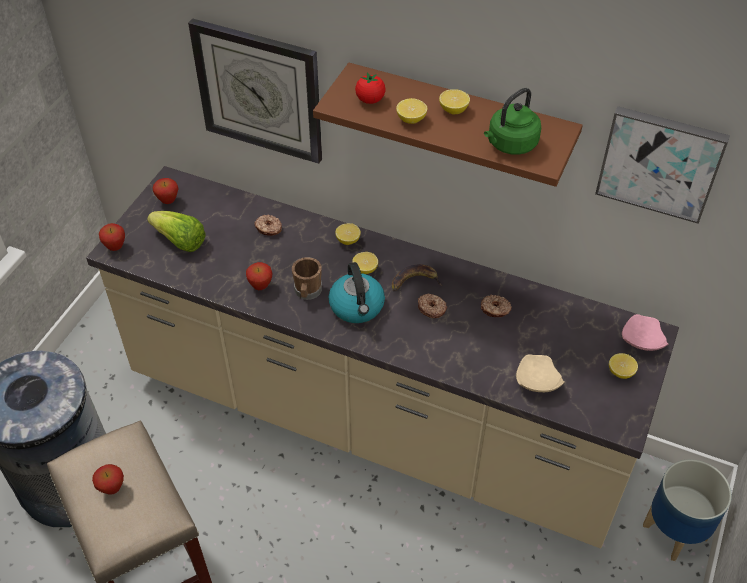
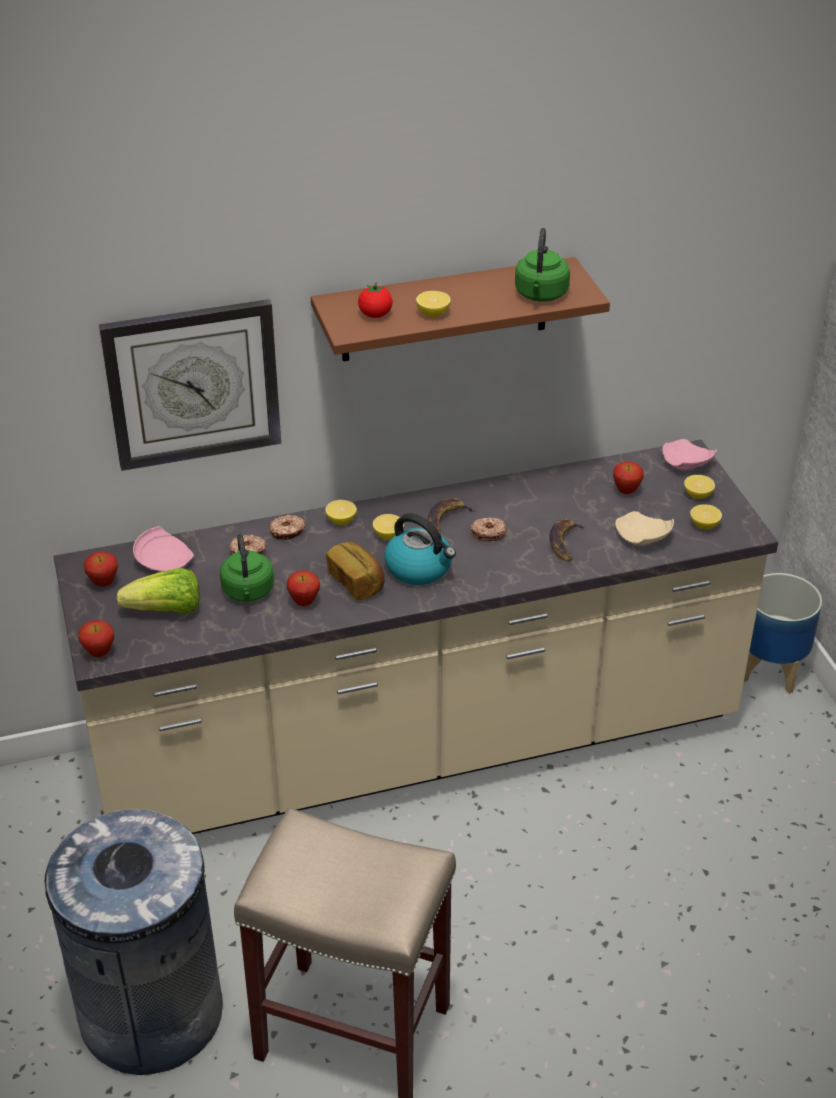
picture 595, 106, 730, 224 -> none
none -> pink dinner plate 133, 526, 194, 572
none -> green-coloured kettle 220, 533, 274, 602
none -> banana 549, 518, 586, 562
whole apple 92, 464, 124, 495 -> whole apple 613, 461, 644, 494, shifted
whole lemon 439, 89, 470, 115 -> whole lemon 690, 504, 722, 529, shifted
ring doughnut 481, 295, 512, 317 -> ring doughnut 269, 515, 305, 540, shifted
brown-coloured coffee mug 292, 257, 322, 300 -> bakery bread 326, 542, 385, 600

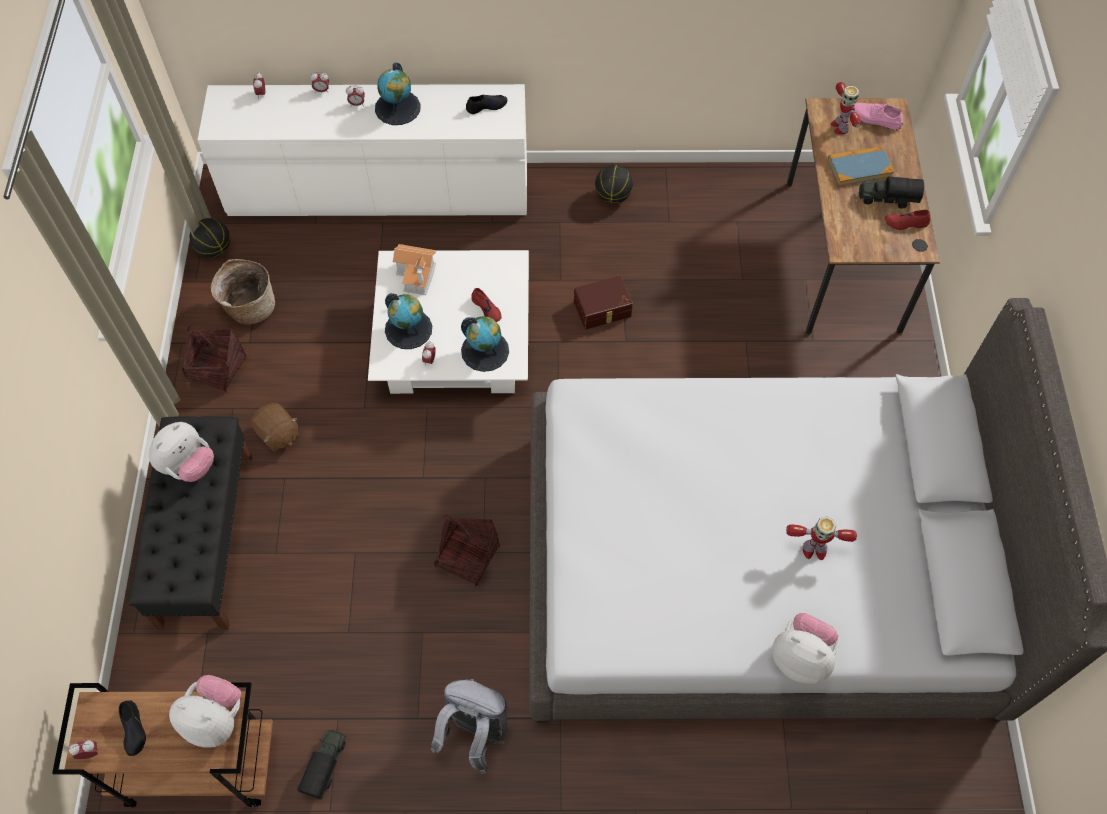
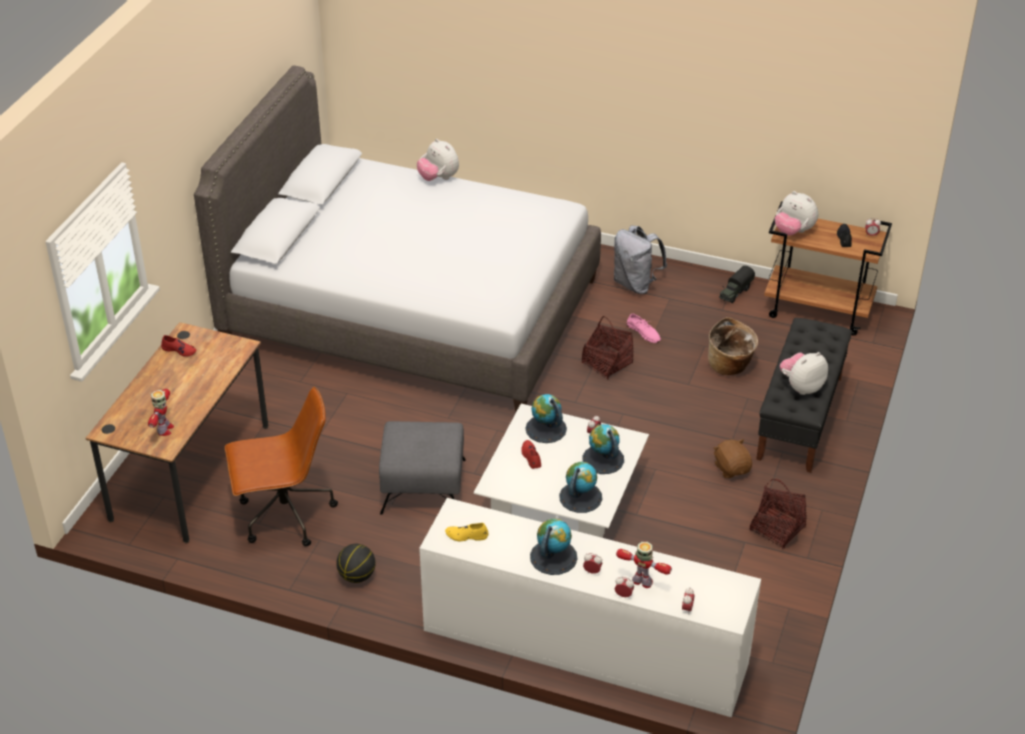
basketball 190, 218, 230, 258 -> none
book 828, 146, 894, 186 -> none
model truck 859, 176, 924, 209 -> none
none -> brown-coloured office chair 225, 387, 338, 546
basket 211, 259, 275, 325 -> basket 708, 317, 758, 375, shifted
robot figure 786, 516, 857, 560 -> robot figure 616, 542, 672, 588, shifted
pink item of footwear 854, 103, 903, 130 -> pink item of footwear 626, 314, 661, 343, shifted
miniature house 393, 244, 436, 295 -> world globe 559, 462, 602, 513
brown-coloured storage bin 574, 276, 633, 329 -> greyish footrest 379, 421, 466, 514
black item of footwear 466, 95, 507, 114 -> yellow-coloured item of footwear 445, 523, 489, 541

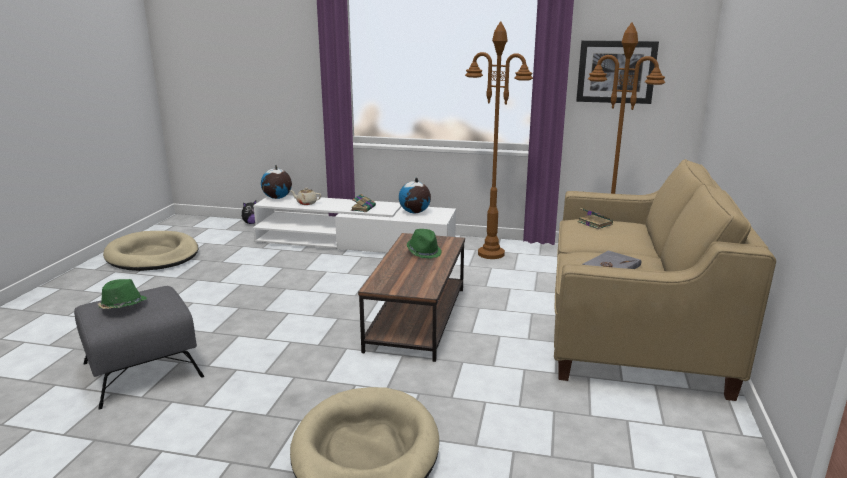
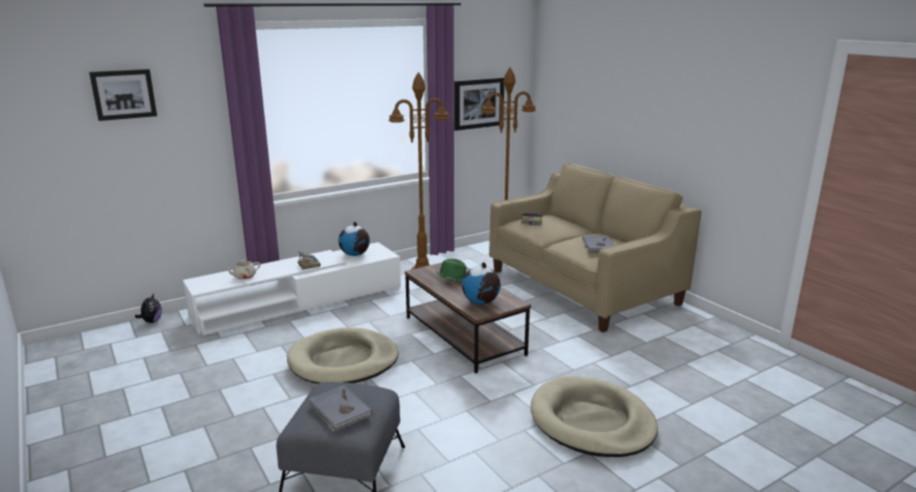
none -> picture 89, 69, 157, 121
beige dog bed 103, 231, 199, 271 -> beige dog bed 287, 328, 398, 384, shifted
world globe 261, 165, 292, 199 -> world globe 462, 262, 501, 304, shifted
green-coloured hat 97, 279, 147, 309 -> greyish book 308, 385, 373, 431

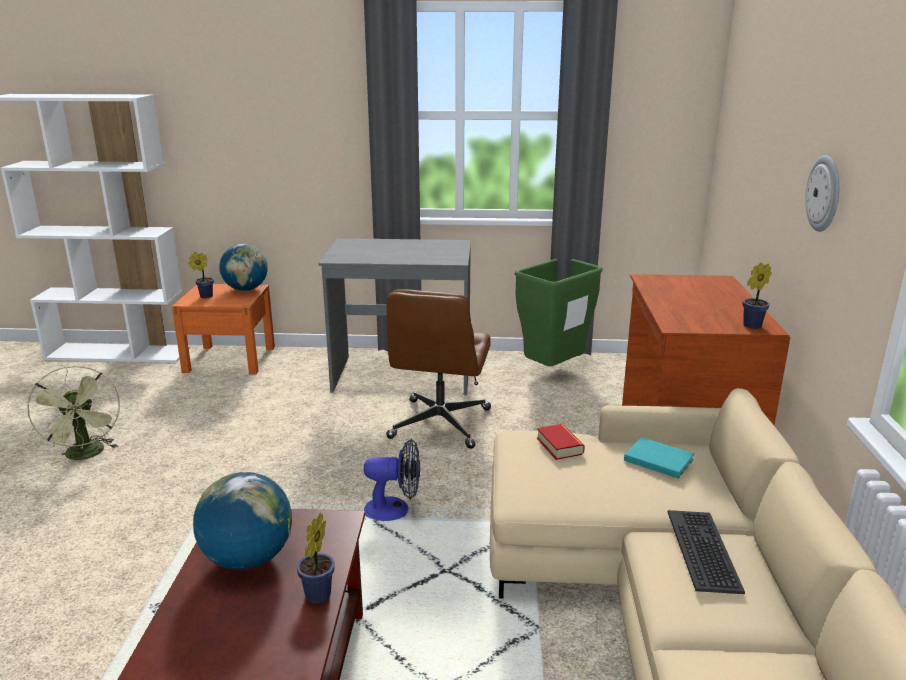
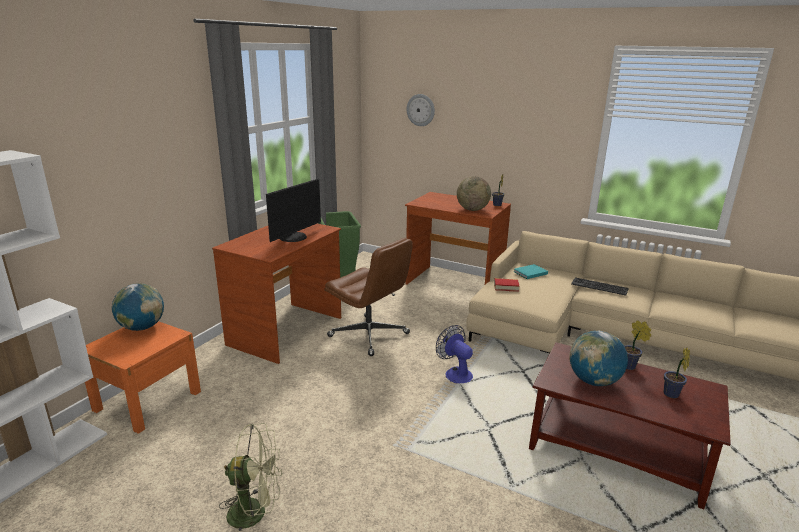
none -> computer screen 266, 179, 321, 242
none -> world globe 457, 176, 491, 211
houseplant 189, 252, 214, 298 -> houseplant 664, 347, 690, 398, shifted
clock on the wall 805, 155, 839, 232 -> clock on the wall 407, 94, 435, 126, shifted
greyish desk unit 318, 238, 471, 395 -> brown-coloured desk unit 212, 224, 341, 364
cooling fan 364, 439, 420, 521 -> cooling fan 436, 325, 473, 383, 60 degrees counterclockwise

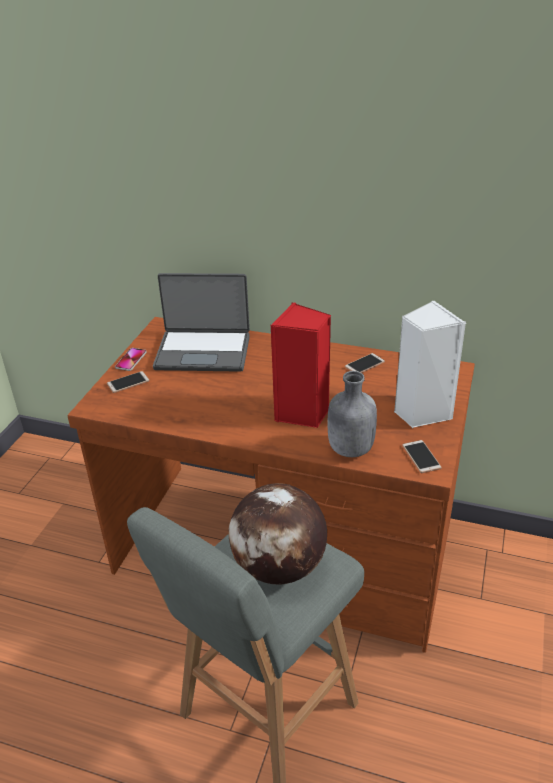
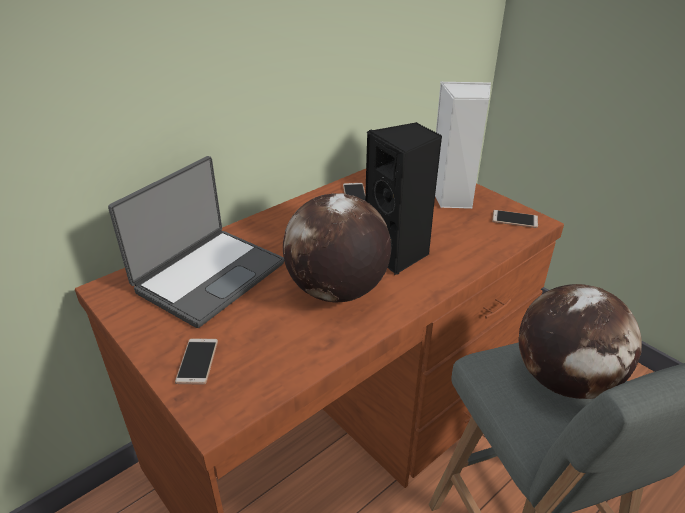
handset 115, 348, 147, 371 -> none
greyish beverage bottle 328, 371, 377, 457 -> none
none -> world globe 283, 193, 391, 302
red-coloured audio speaker 271, 302, 331, 428 -> black audio speaker 365, 122, 442, 275

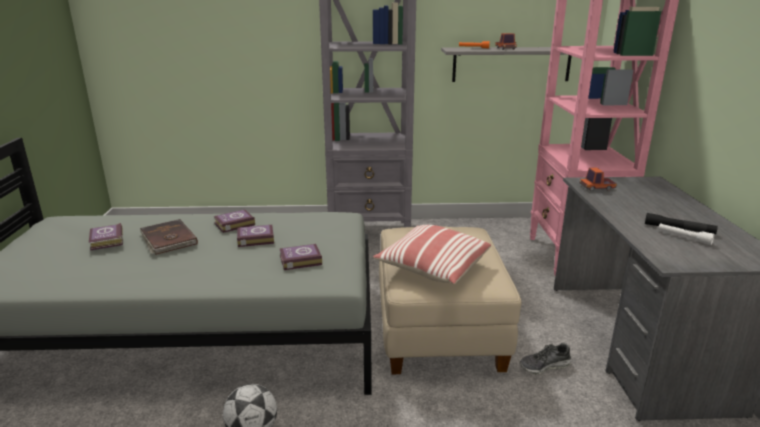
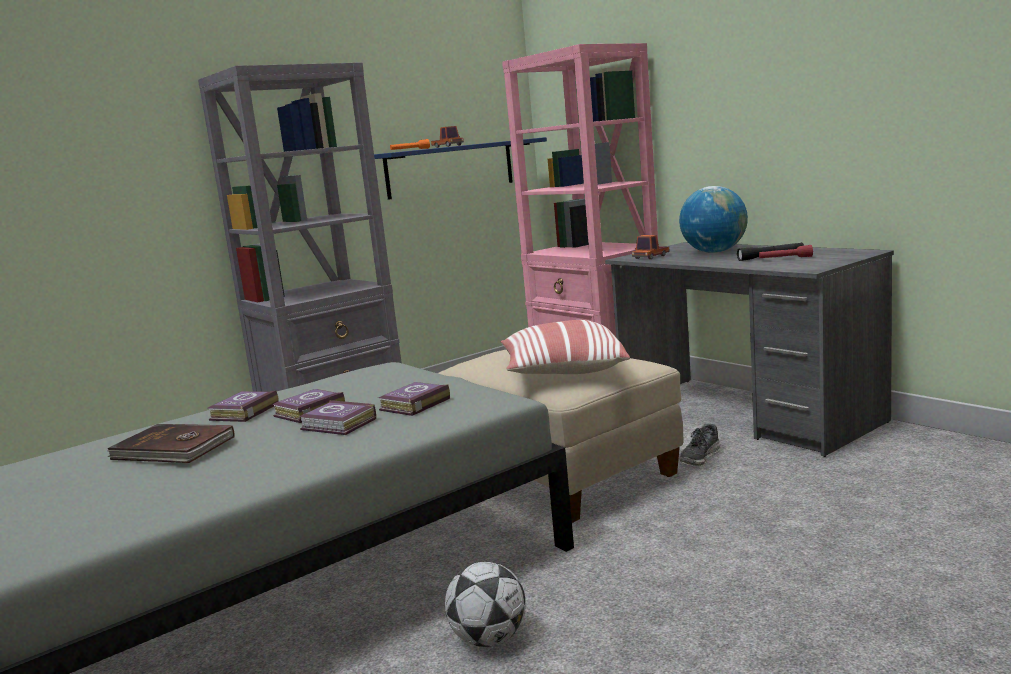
none -> world globe 679, 186, 748, 253
book 89, 223, 123, 251 -> book 299, 400, 376, 435, shifted
greyish wall shelf 441, 47, 572, 82 -> blue wall shelf 374, 137, 547, 200
white hand torch 658, 223, 715, 245 -> red-coloured hand torch 759, 245, 813, 258

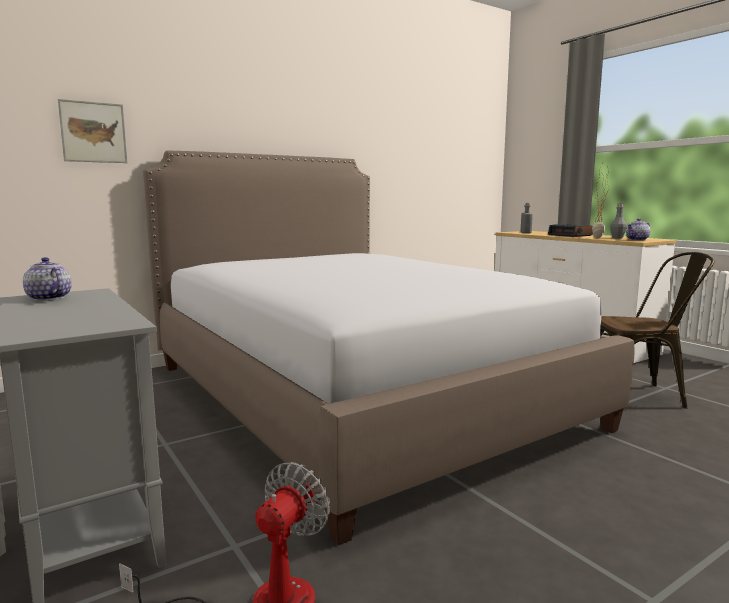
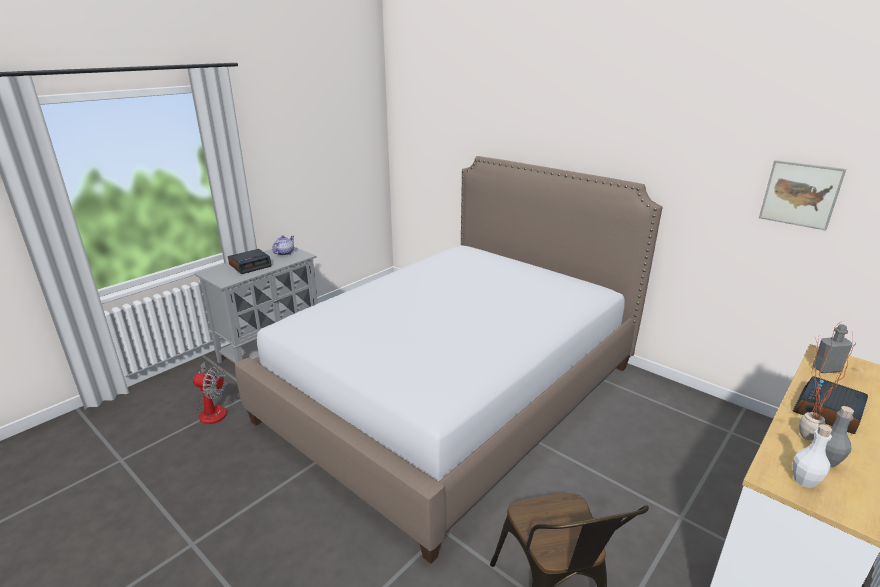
none -> bedside clock 228, 249, 272, 274
picture 58, 99, 127, 163 -> picture 759, 160, 846, 231, shifted
tea pot 626, 218, 650, 240 -> white beverage bottle 792, 424, 832, 488

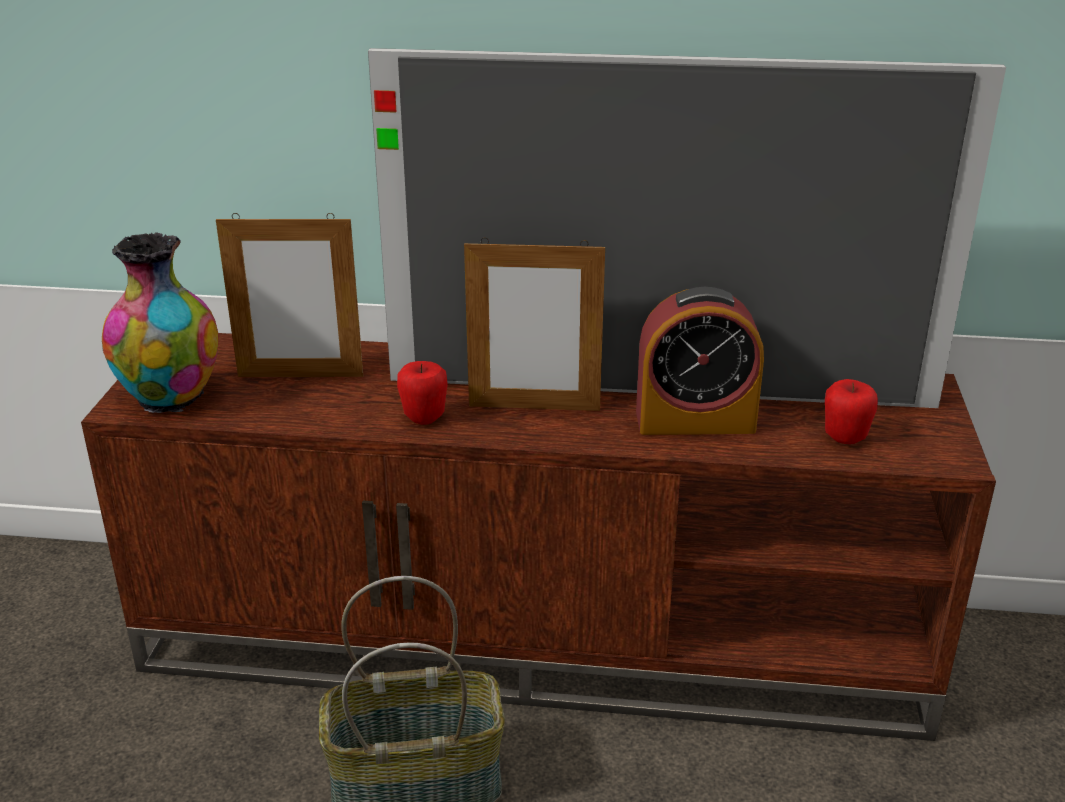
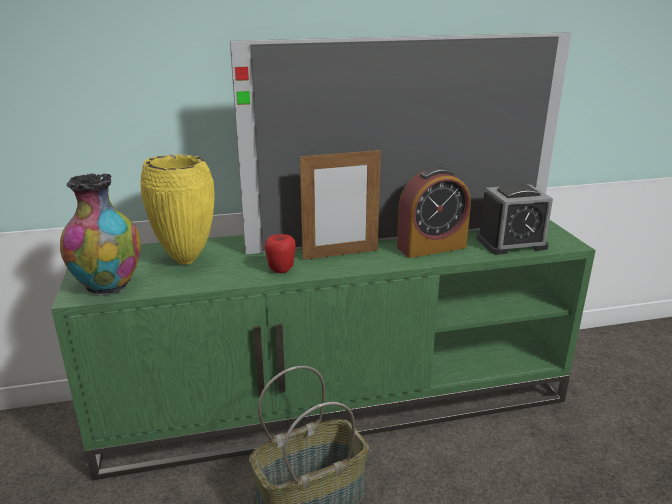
standing frame 216, 213, 363, 377 -> yellow-coloured vase 141, 154, 215, 265
whole apple 825, 379, 878, 444 -> bedside clock 476, 184, 553, 255
brown-coloured media console 81, 333, 996, 741 -> green-coloured media console 51, 220, 596, 480

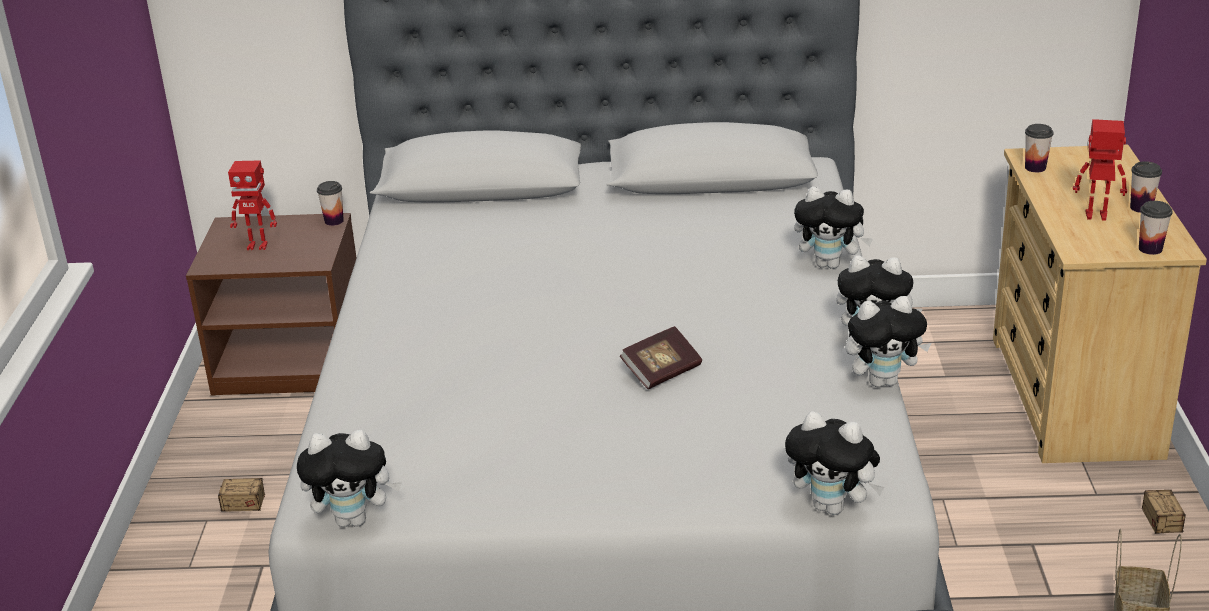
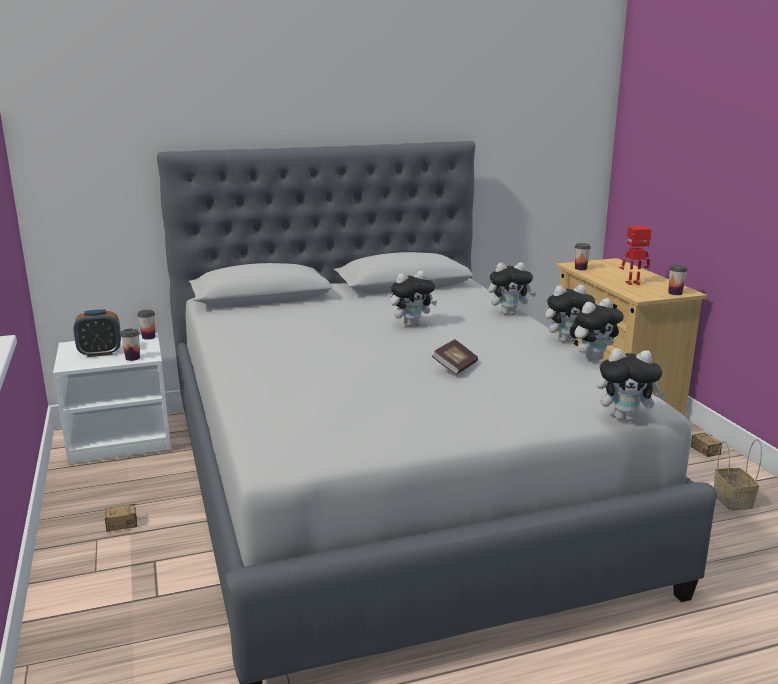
plush toy 297, 430, 402, 527 -> plush toy 390, 271, 437, 327, shifted
cup 1130, 161, 1162, 213 -> cup 120, 329, 140, 361, shifted
robot figure 228, 160, 277, 250 -> bedside clock 73, 309, 121, 357
brown-coloured nightstand 186, 213, 357, 396 -> white nightstand 53, 333, 171, 464

